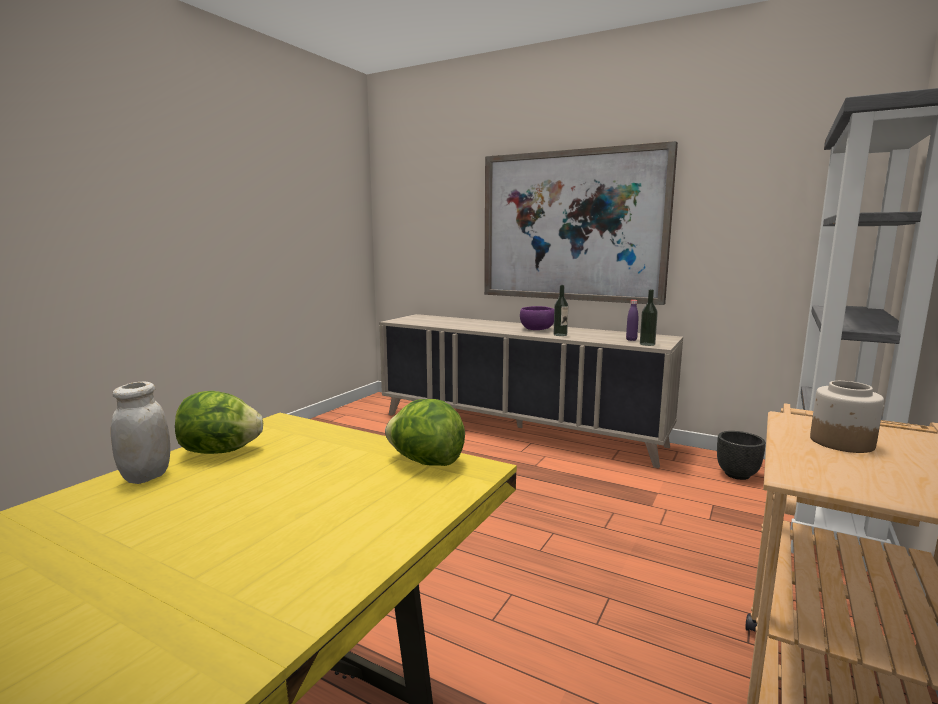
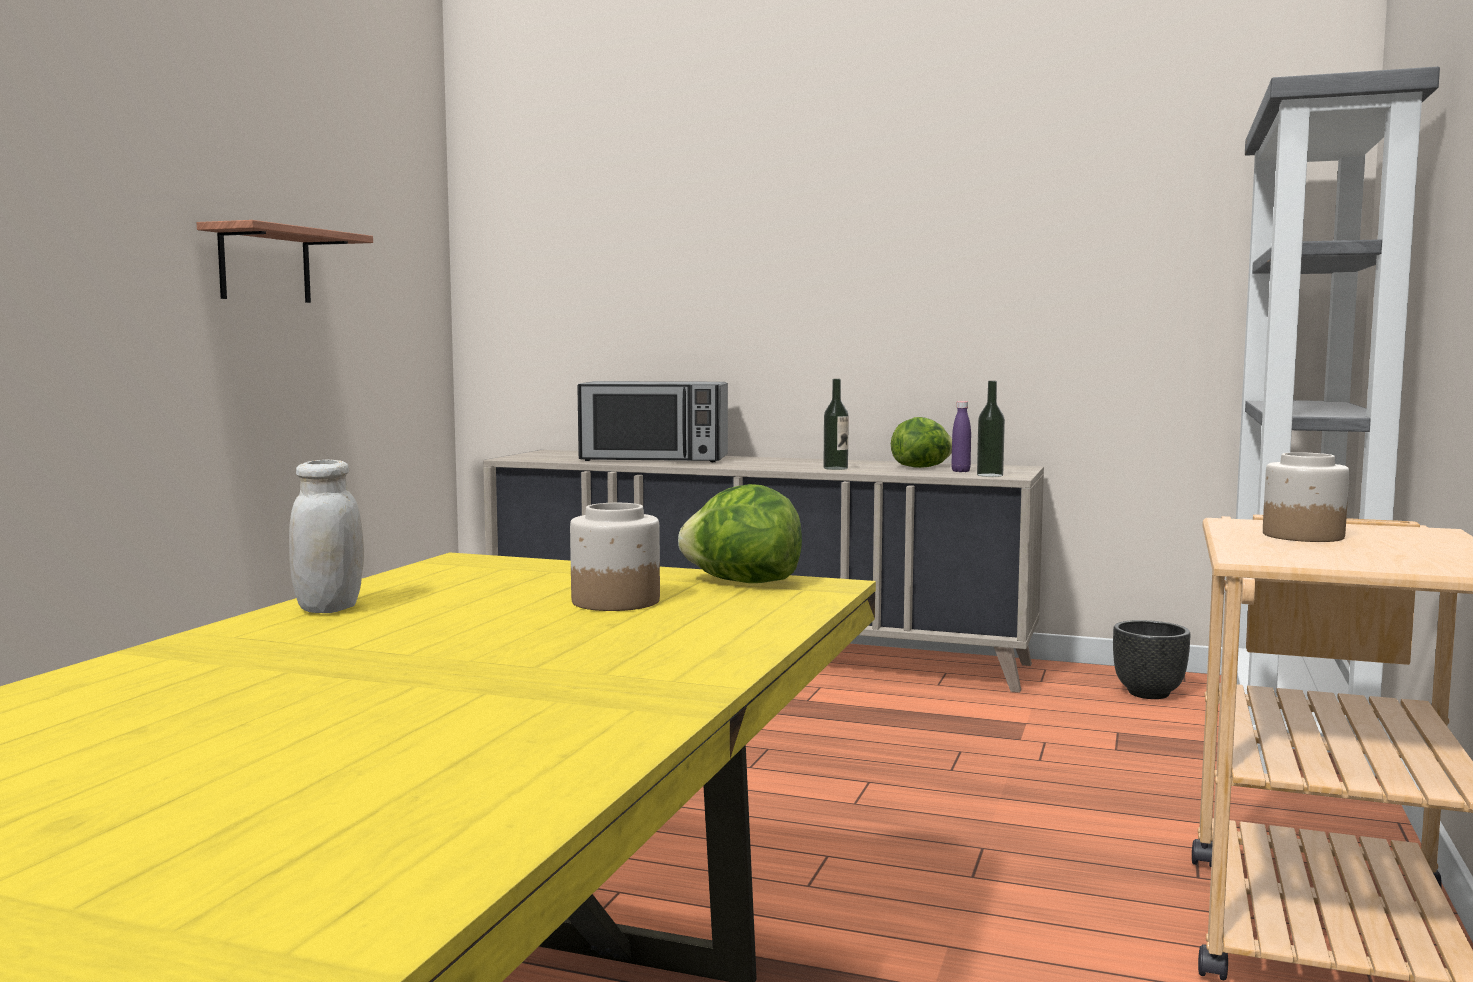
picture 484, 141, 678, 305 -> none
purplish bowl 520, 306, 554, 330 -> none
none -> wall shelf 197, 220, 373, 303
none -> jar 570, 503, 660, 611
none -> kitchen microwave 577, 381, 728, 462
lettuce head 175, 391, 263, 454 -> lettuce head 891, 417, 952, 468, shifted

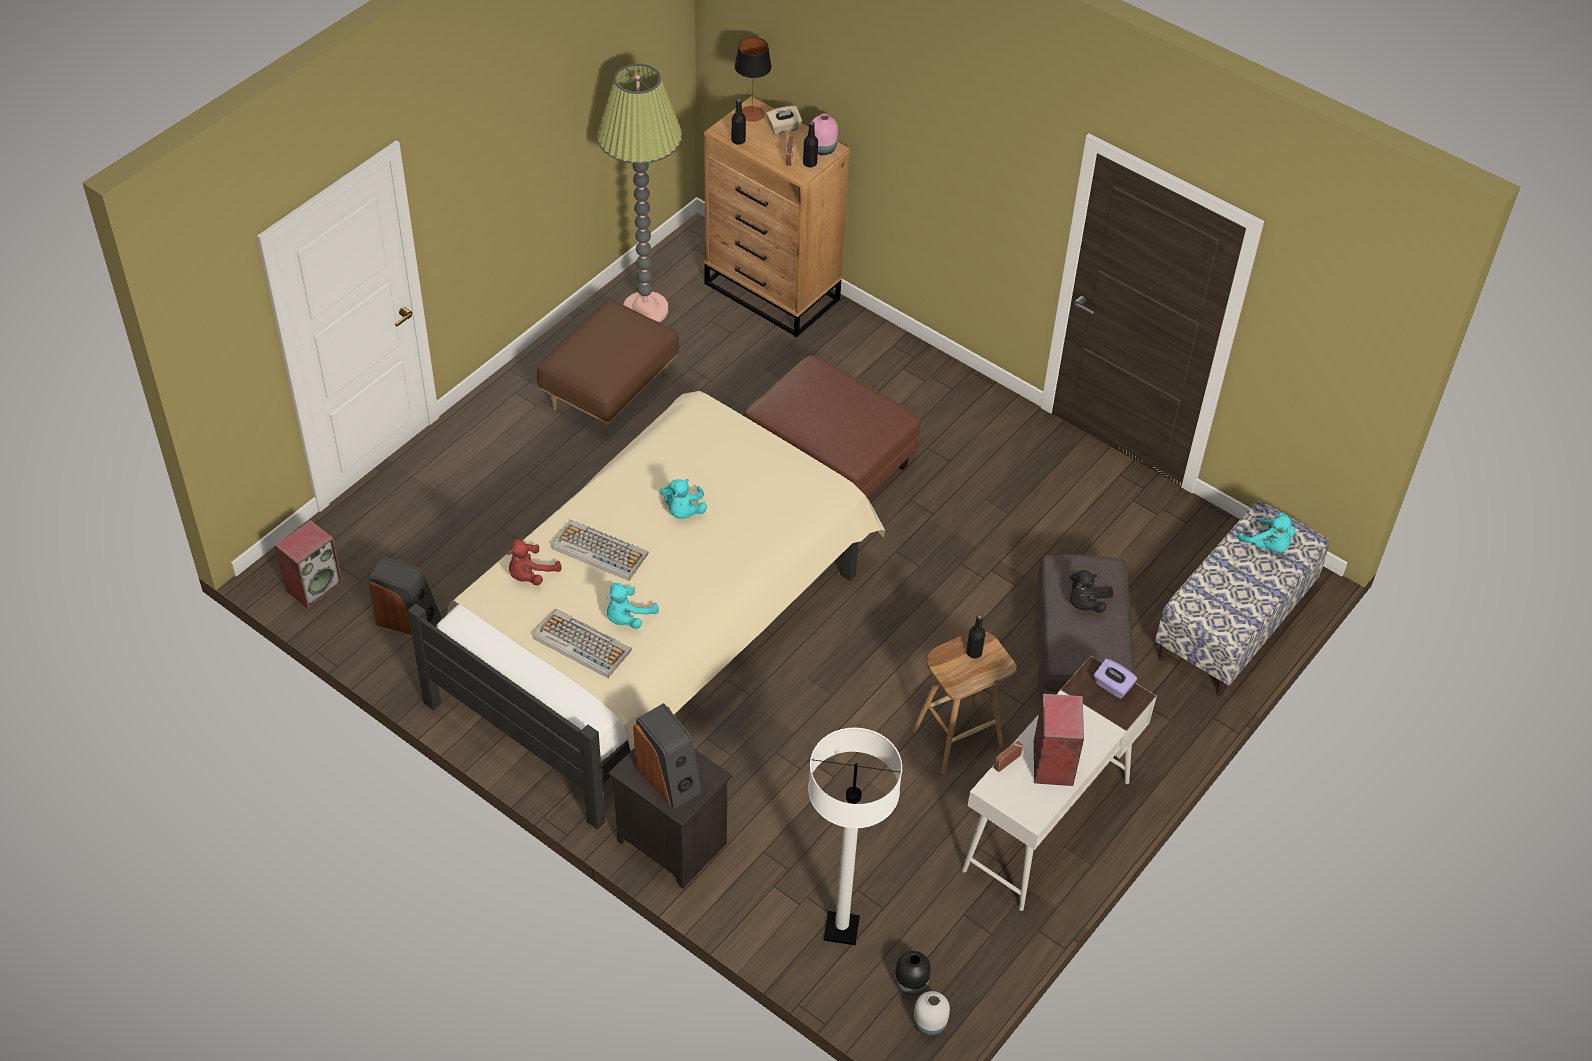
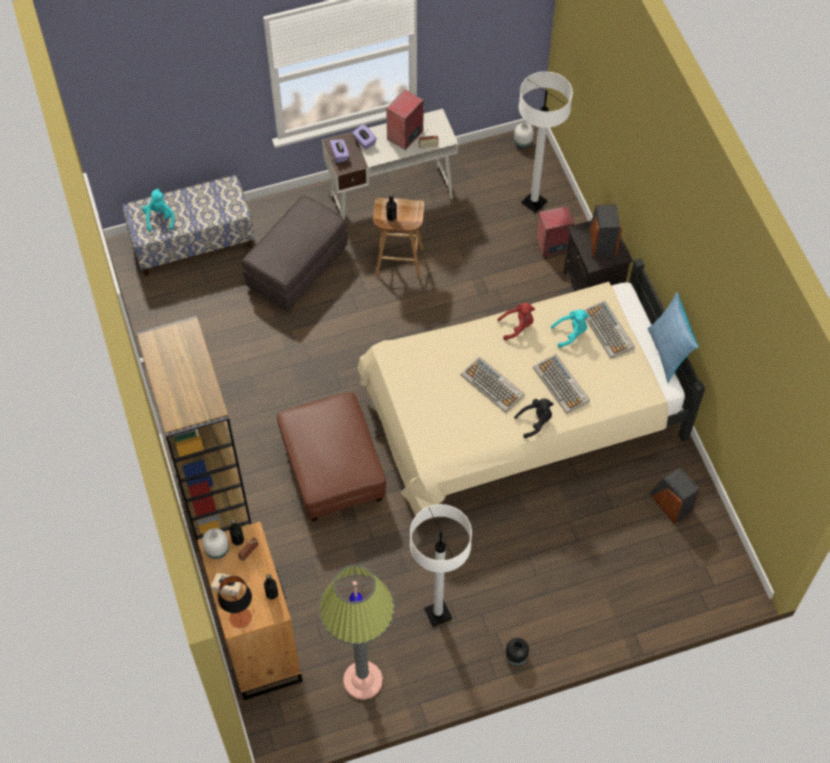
none -> brown-coloured bookshelf 136, 316, 252, 560
none -> purplish box of tissues 353, 124, 377, 149
none -> cushion 648, 292, 699, 383
audio speaker 275, 520, 343, 609 -> audio speaker 536, 205, 575, 257, shifted
red-coloured plush toy 507, 539, 562, 585 -> red-coloured plush toy 498, 303, 535, 340, shifted
black vase 895, 951, 931, 995 -> black vase 505, 638, 529, 666, shifted
black plush toy 1070, 570, 1113, 613 -> black plush toy 514, 398, 554, 438, shifted
brown-coloured footrest 537, 299, 679, 437 -> white floor lamp 410, 504, 472, 627
blue-green plush toy 660, 479, 707, 519 -> PC keyboard 461, 357, 525, 413
pink vase 812, 114, 838, 155 -> white vase 202, 528, 229, 559

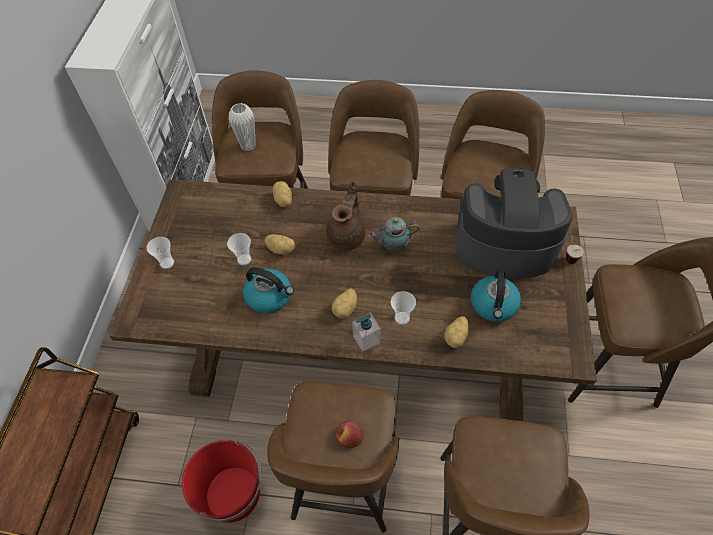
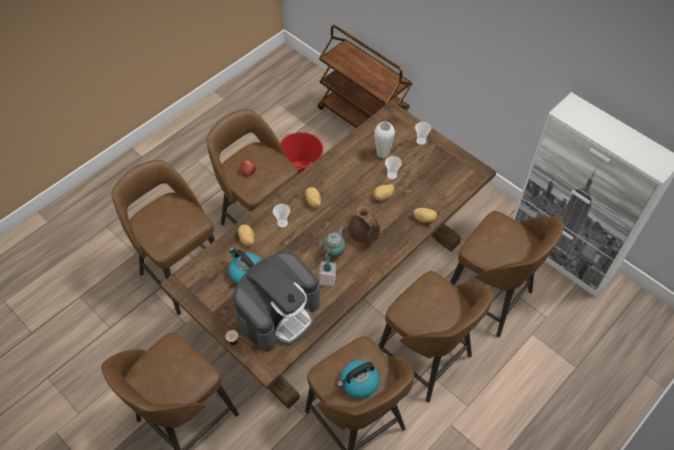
white vase 229, 103, 256, 151 -> white vase 374, 122, 395, 158, shifted
kettle 243, 267, 294, 313 -> kettle 337, 360, 379, 398, shifted
soap dispenser 352, 313, 381, 352 -> soap dispenser 319, 256, 336, 286, shifted

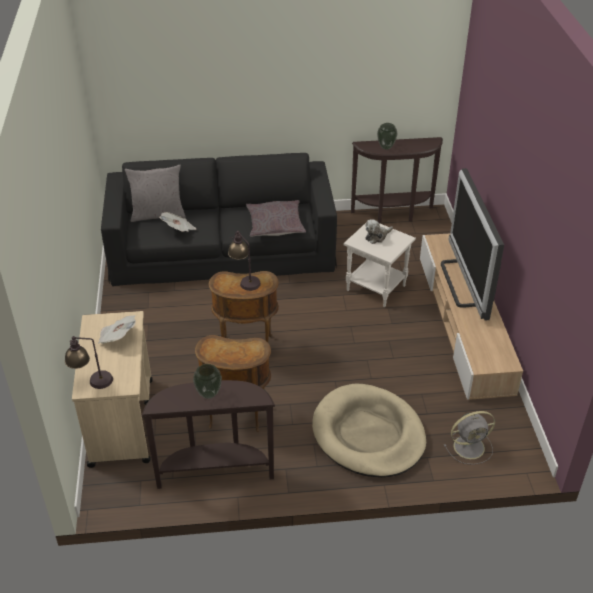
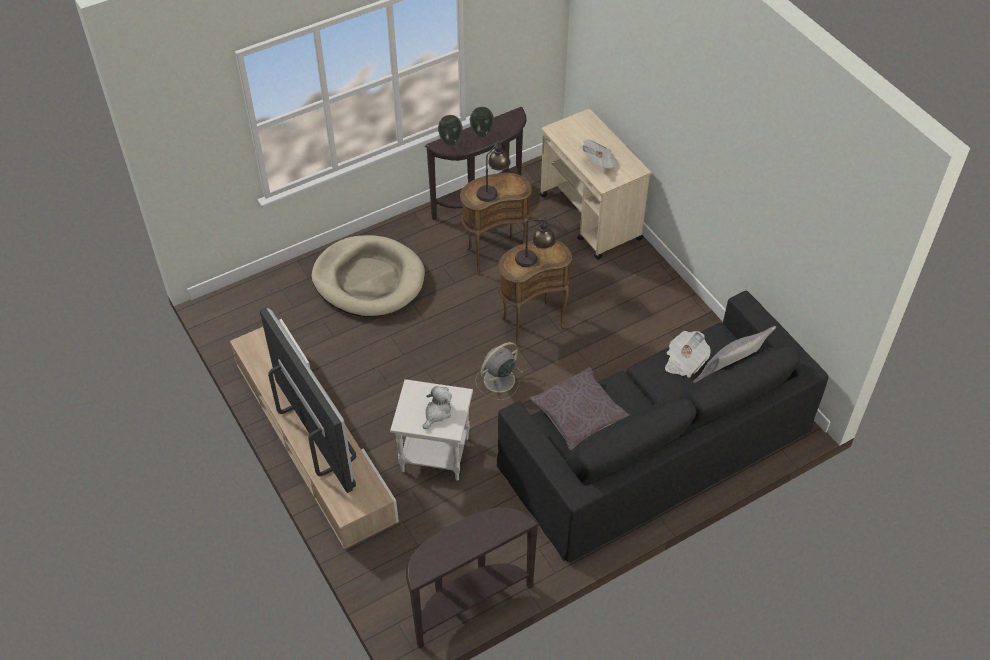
tabletop lamp 65, 336, 113, 389 -> tabletop lamp 476, 140, 510, 202, shifted
vase 377, 123, 397, 150 -> vase 438, 115, 463, 146, shifted
greyish cooling fan 444, 411, 495, 465 -> greyish cooling fan 475, 342, 523, 400, shifted

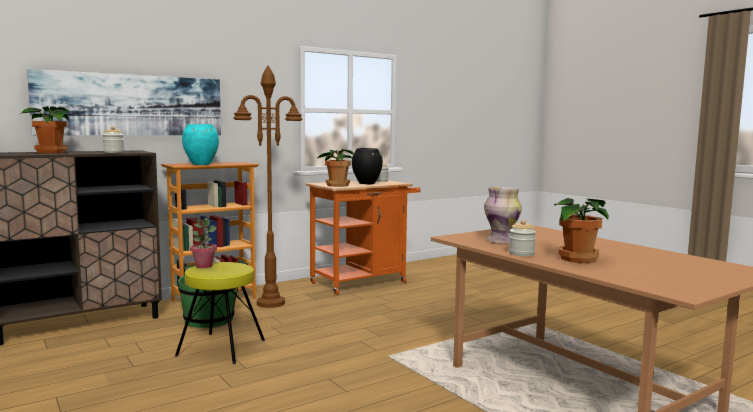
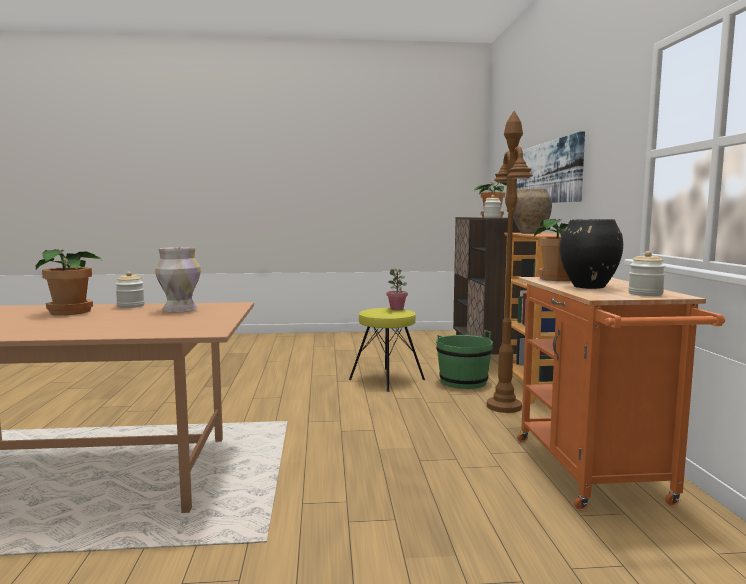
blue-green vase 182, 124, 219, 165 -> brown-coloured vase 513, 188, 552, 234

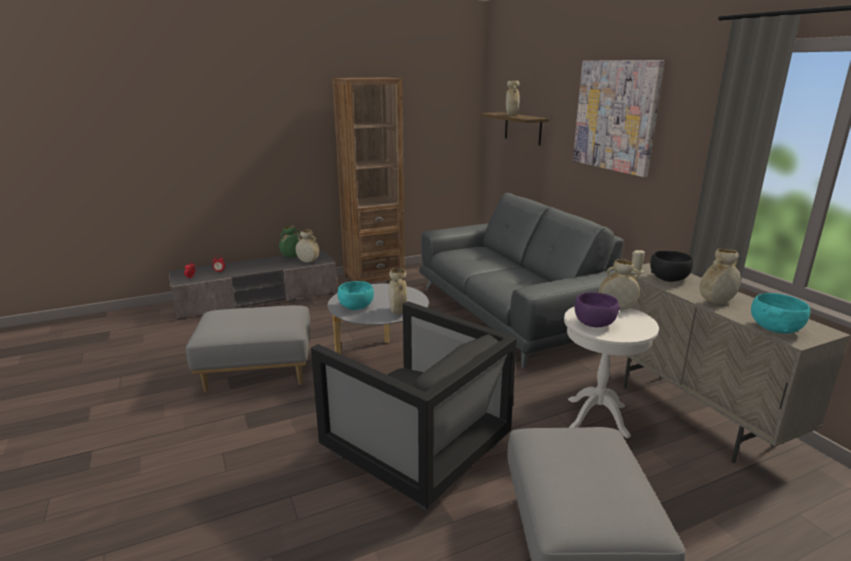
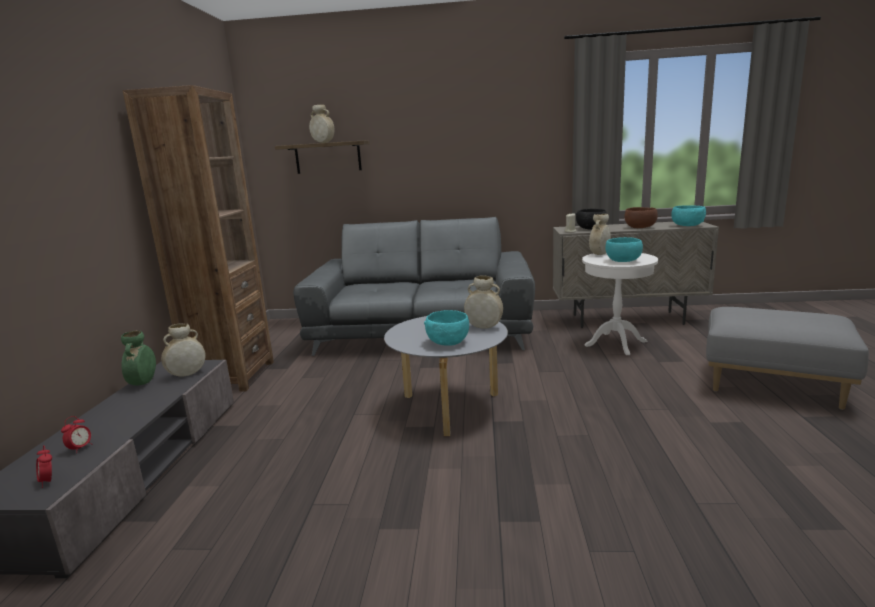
greyish footrest 186, 305, 310, 393 -> none
black easy chair 311, 301, 517, 511 -> none
picture 573, 60, 664, 177 -> none
beige vase 700, 248, 741, 304 -> brown-coloured bowl 625, 207, 658, 228
purplish bowl 575, 292, 620, 327 -> blue-green bowl 605, 237, 643, 262

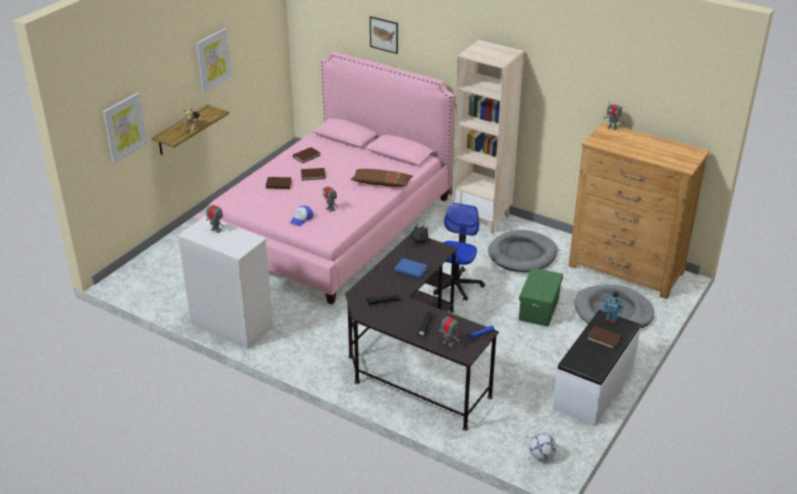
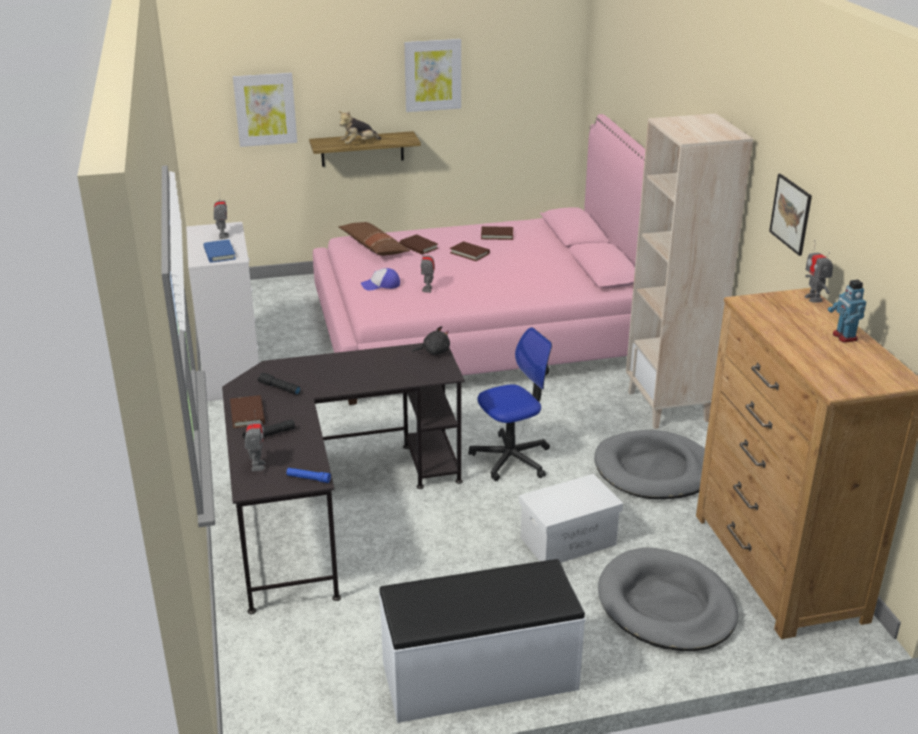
ball for football 529, 433, 557, 461 -> none
brown-coloured cushion 350, 169, 413, 187 -> brown-coloured cushion 339, 222, 410, 256, shifted
picture 370, 16, 398, 54 -> picture 769, 174, 812, 256, shifted
blue book 394, 258, 428, 278 -> blue book 204, 239, 236, 263, shifted
brown-coloured book 586, 326, 622, 350 -> brown-coloured book 230, 395, 265, 428, shifted
robot figure 602, 291, 624, 324 -> robot figure 828, 280, 866, 342, shifted
green-coloured storage bin 519, 268, 563, 327 -> white storage bin 519, 474, 623, 563

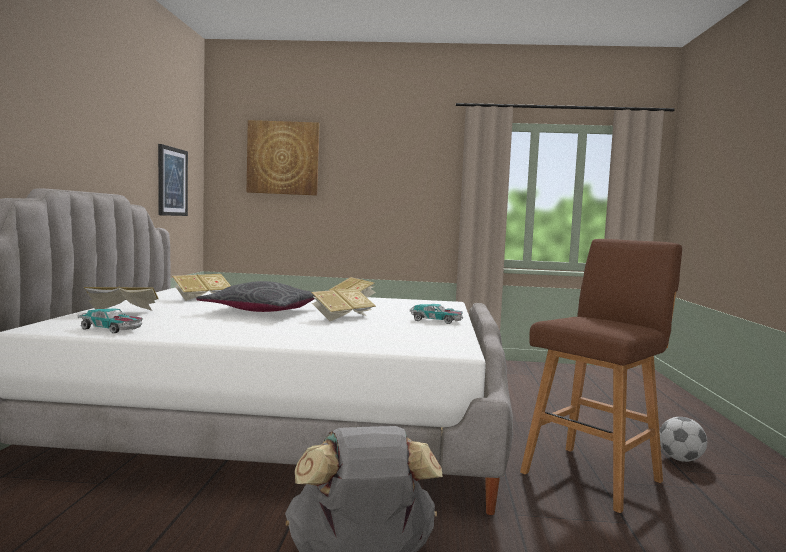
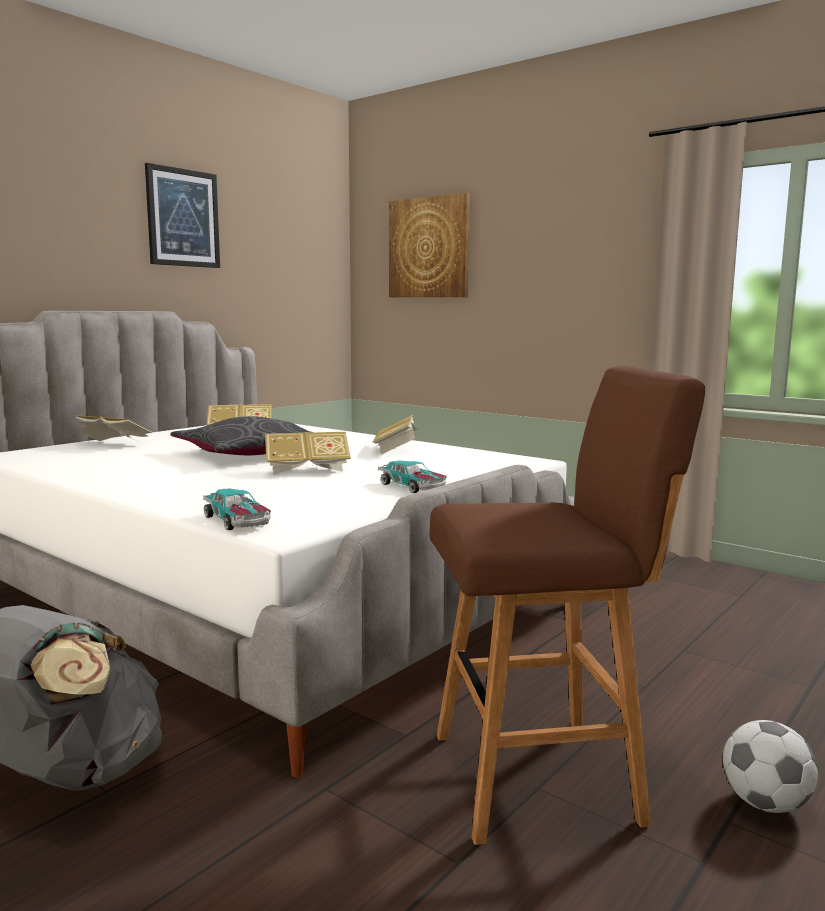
toy car 78, 308, 143, 333 -> toy car 203, 488, 271, 530, shifted
picture 158, 144, 188, 216 -> picture 145, 163, 220, 268, shifted

